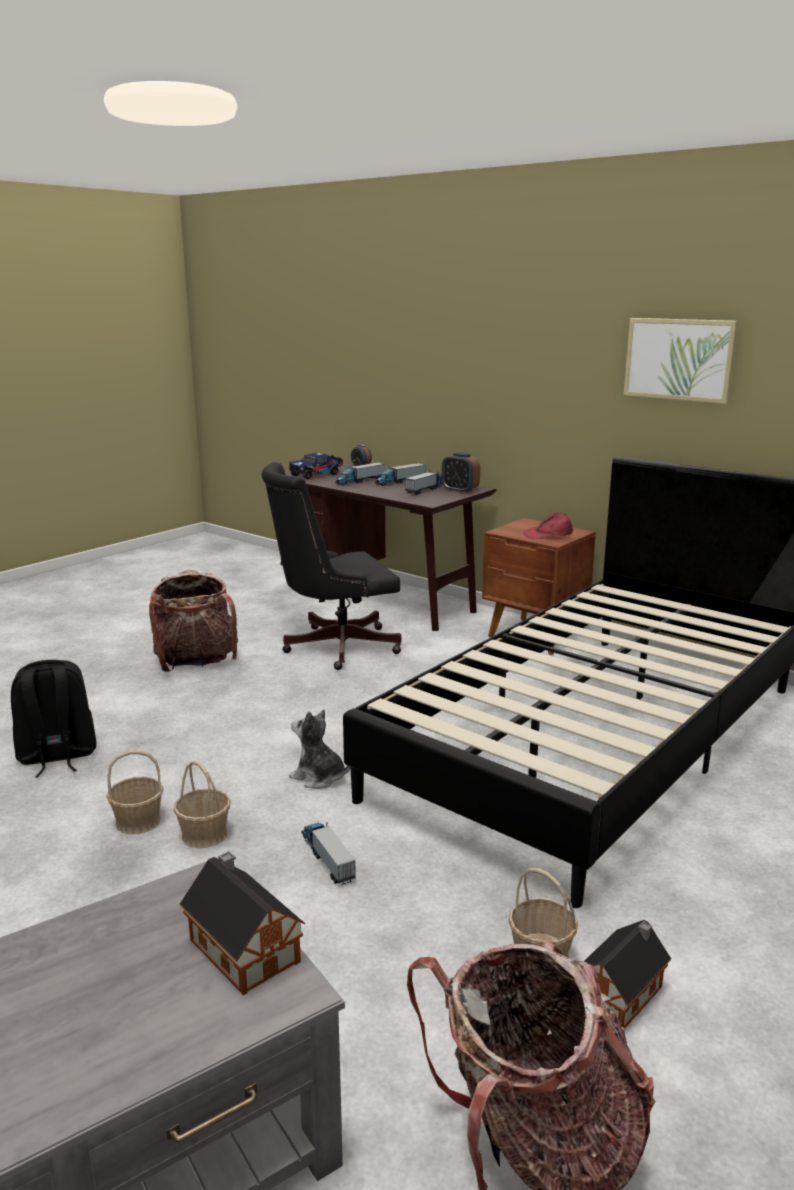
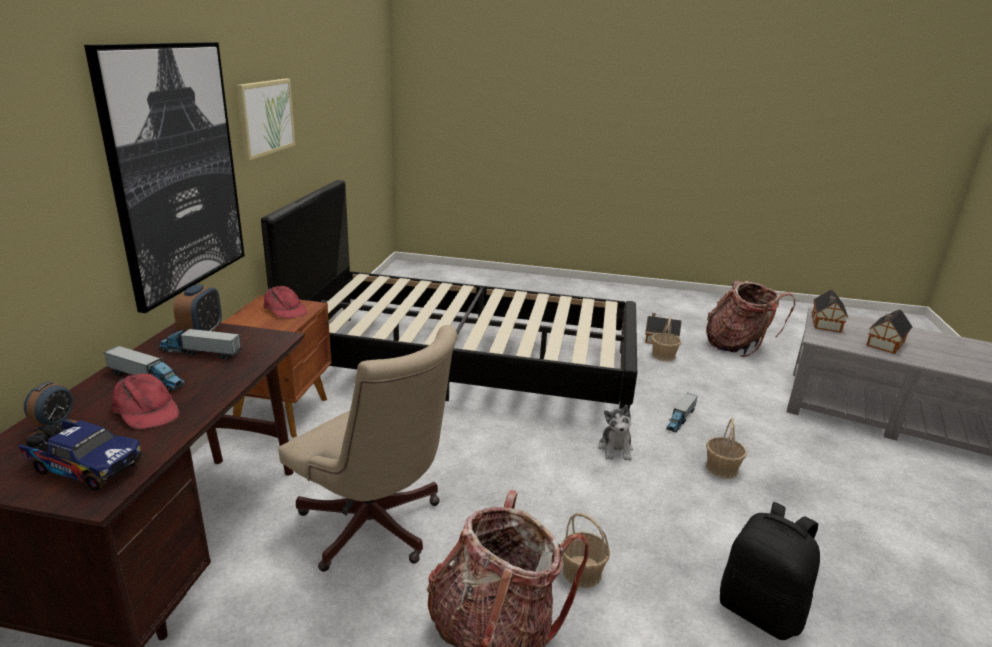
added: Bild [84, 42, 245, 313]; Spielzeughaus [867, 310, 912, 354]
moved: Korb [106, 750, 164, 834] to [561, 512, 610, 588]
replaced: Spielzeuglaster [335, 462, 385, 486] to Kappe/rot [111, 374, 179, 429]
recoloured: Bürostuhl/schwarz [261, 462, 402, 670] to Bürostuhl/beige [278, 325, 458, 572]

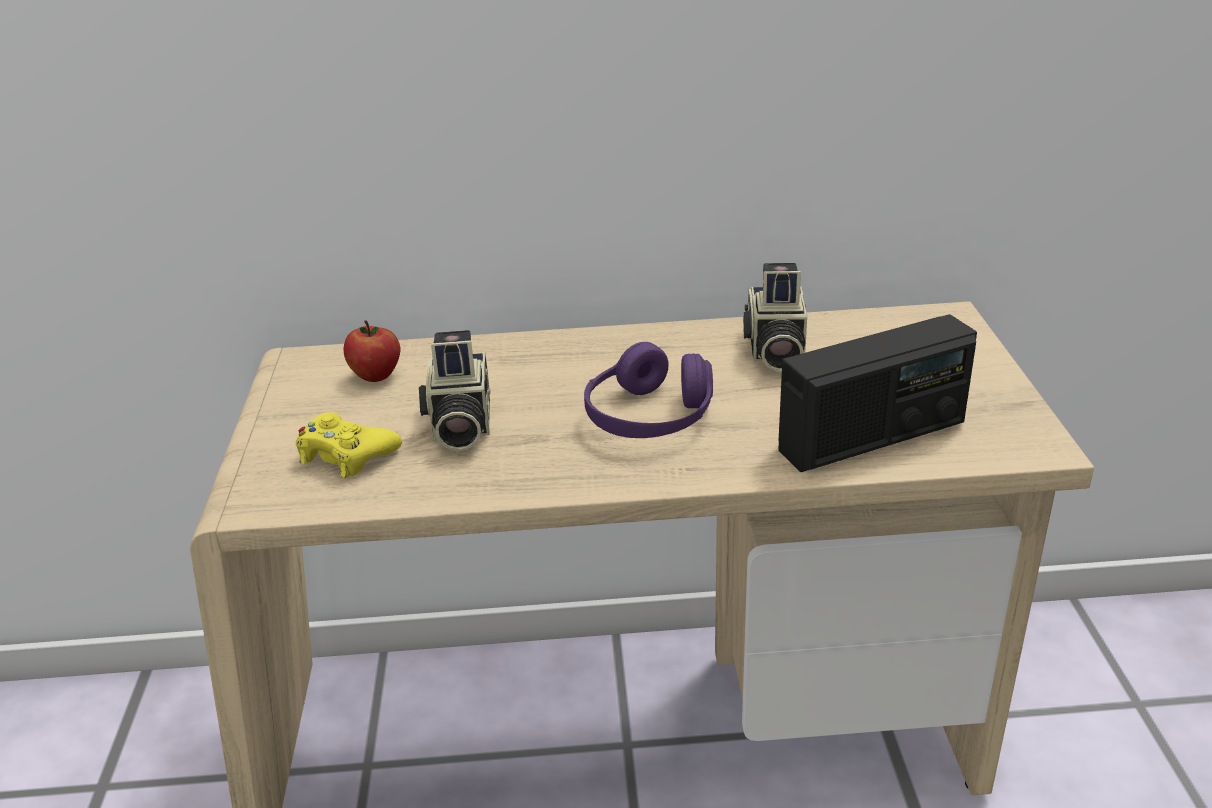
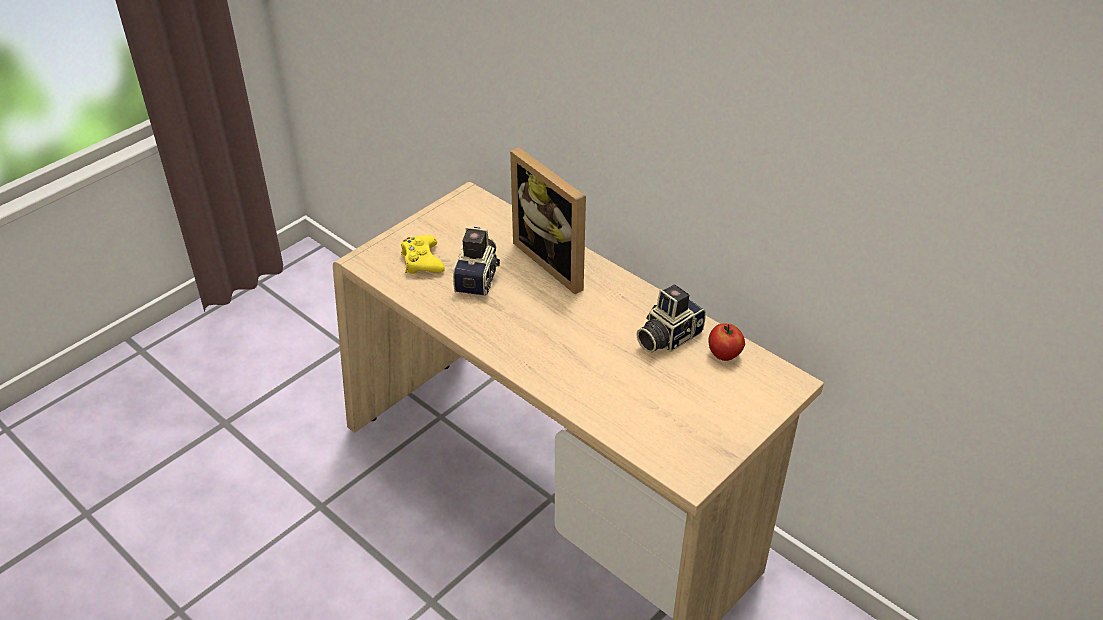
removed: Radio [778, 315, 977, 472]; Kopfhörer/lila [584, 342, 713, 438]
added: Bilderrahmen [510, 148, 586, 294]
moved: Apfel [344, 321, 401, 382] to [708, 323, 745, 361]
turned: Kamera [419, 330, 491, 451] = [453, 227, 500, 296] 150 degrees clockwise

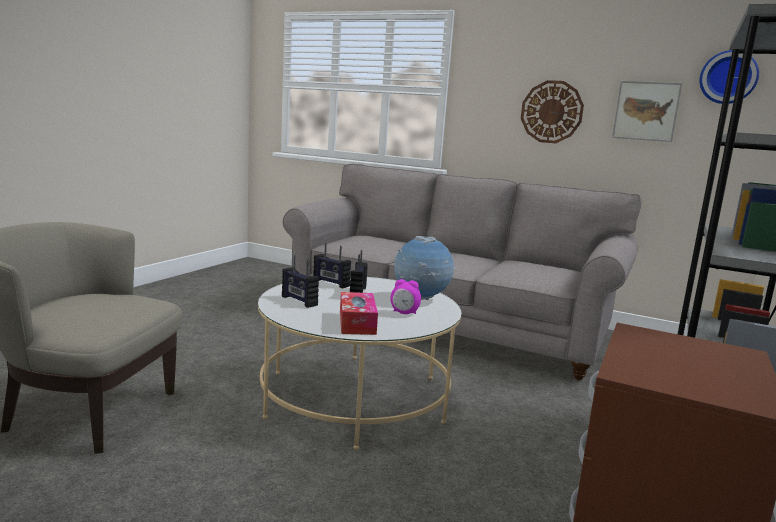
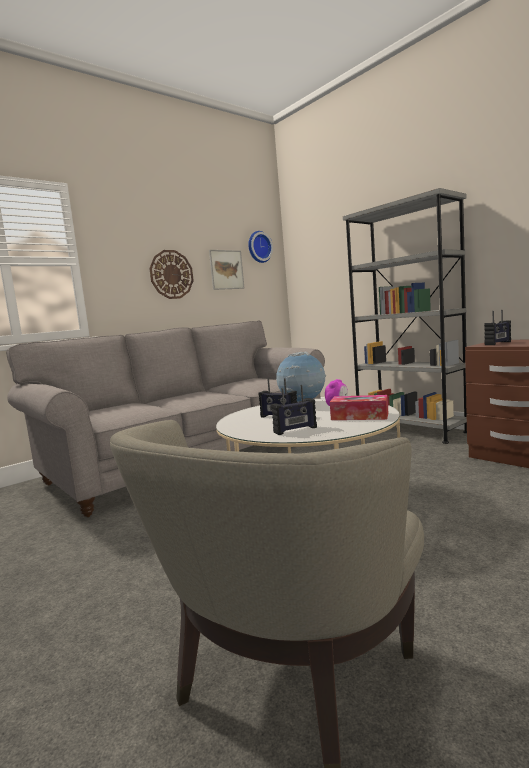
moved: Radio [313, 243, 351, 288] to [484, 310, 511, 345]

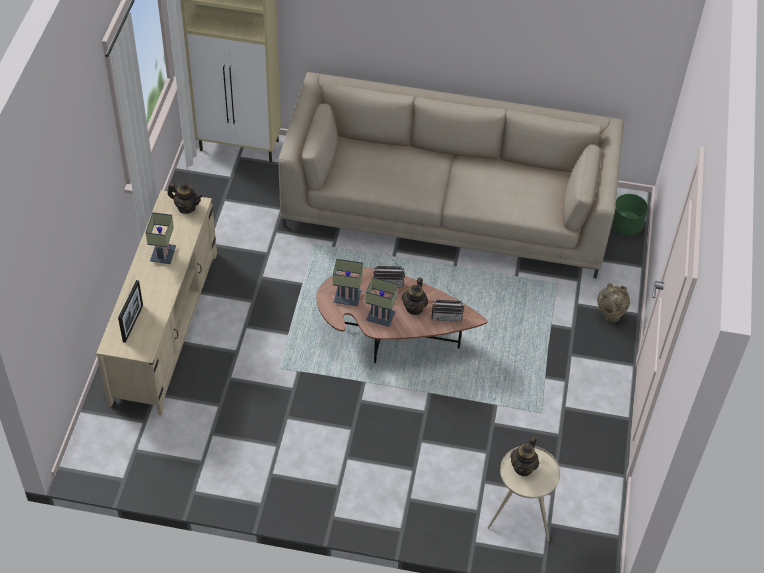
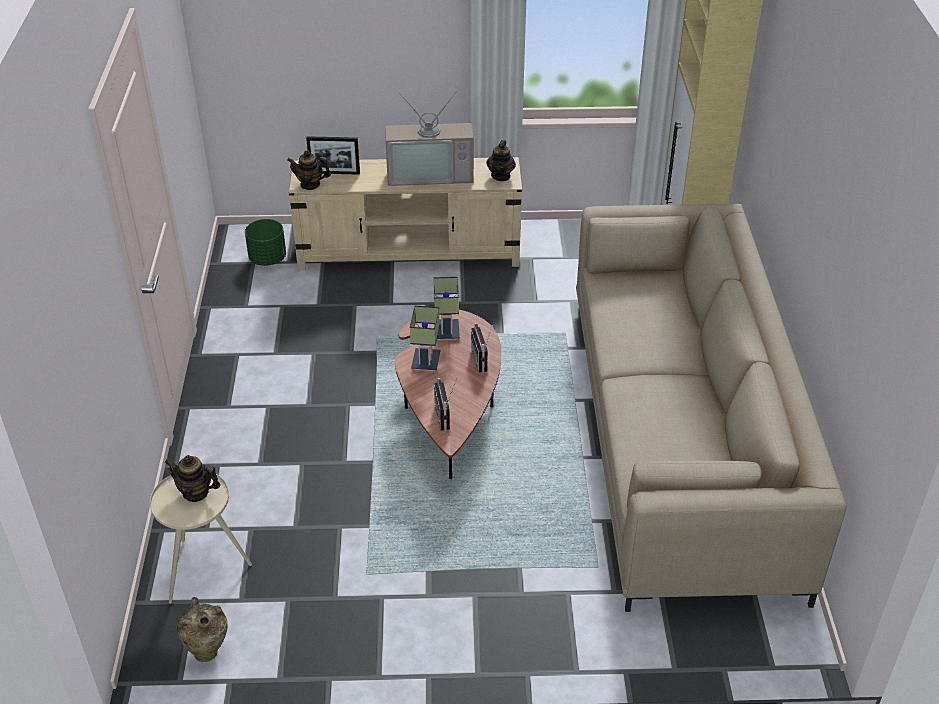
moved: Pflanzkübel/grün [612, 194, 648, 236] to [245, 219, 286, 266]; Teekanne [402, 277, 428, 315] to [287, 150, 331, 190]; Vase/beige [597, 283, 630, 322] to [177, 597, 228, 662]
replaced: Tischlampe [145, 212, 176, 264] to Fernseher [385, 91, 474, 186]

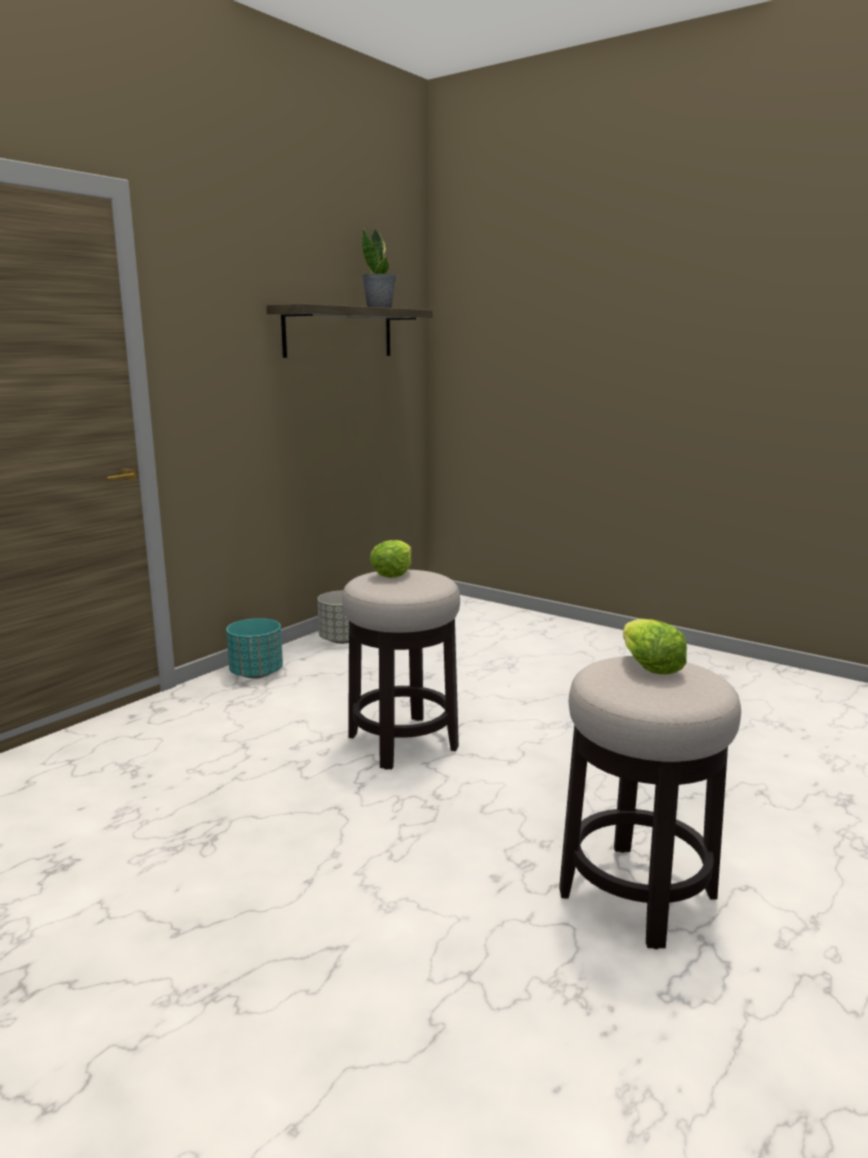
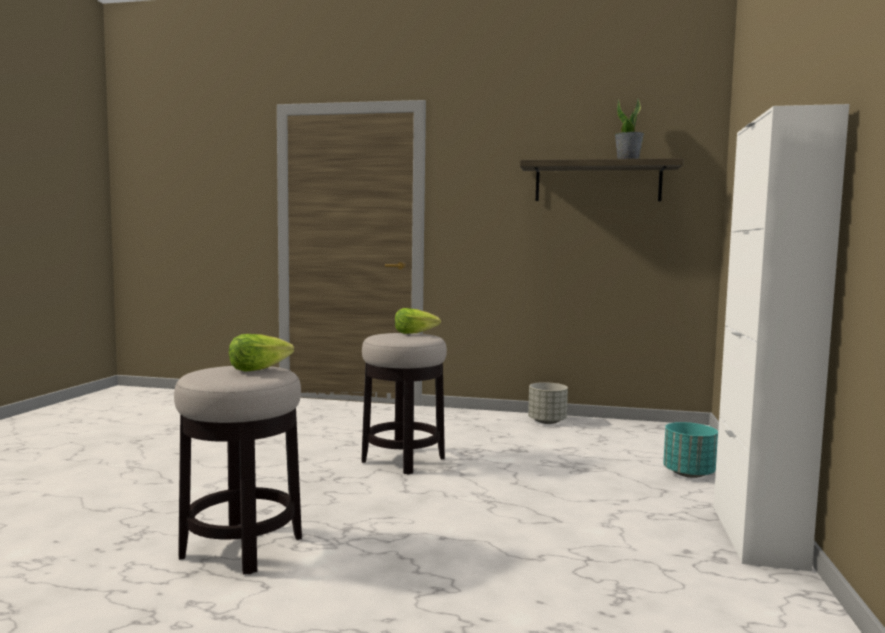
added: Schrank/weiß [713, 104, 849, 571]
moved: Pflanzkübel/türkis [226, 618, 283, 678] to [663, 422, 718, 478]

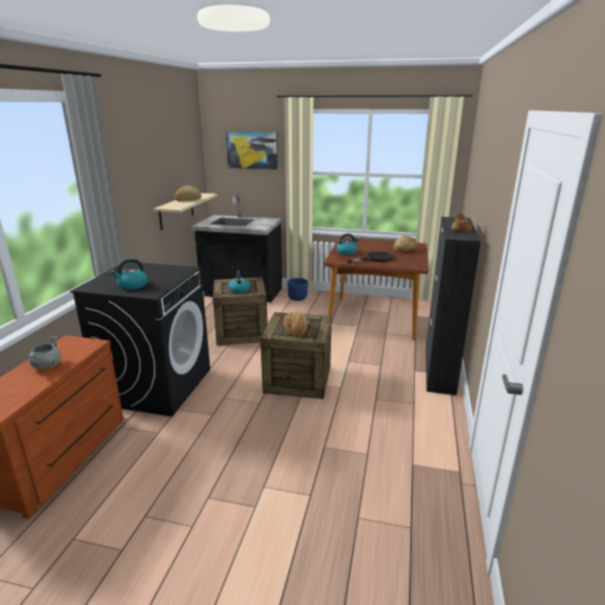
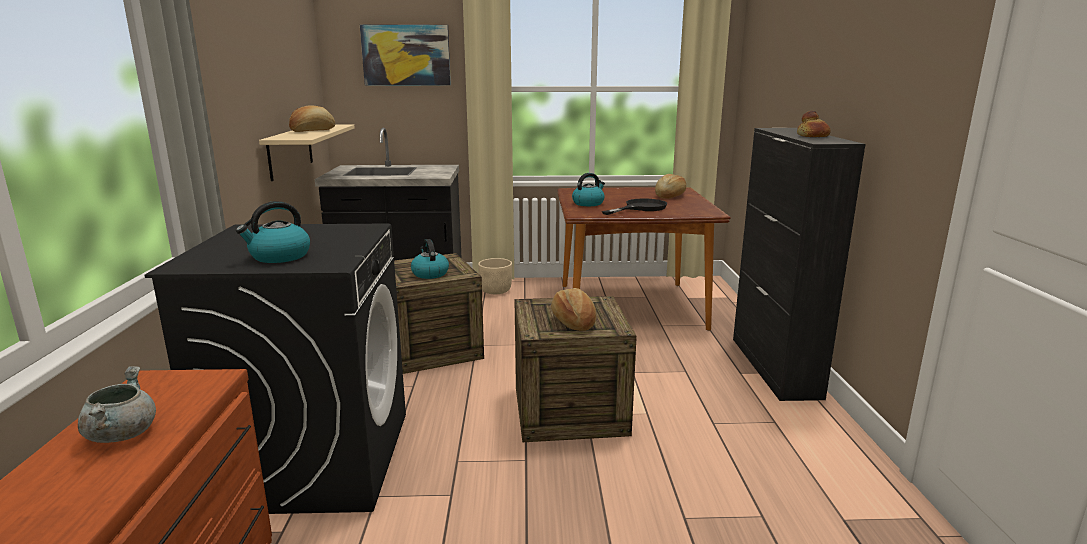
recoloured: Pflanzkübel/blau [287, 278, 308, 301] to Pflanzkübel/beige [478, 258, 512, 294]

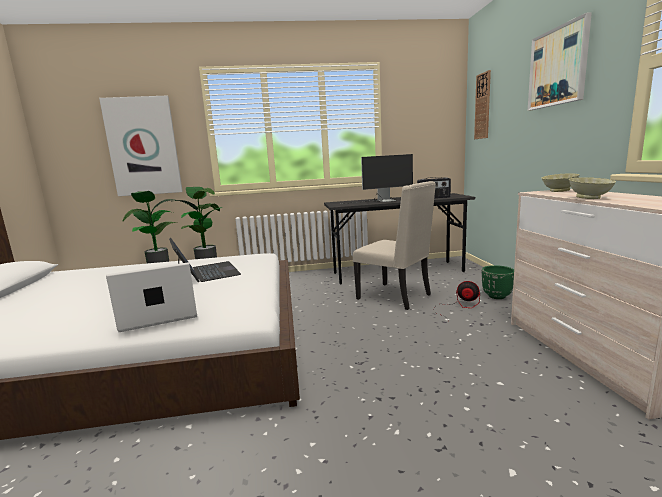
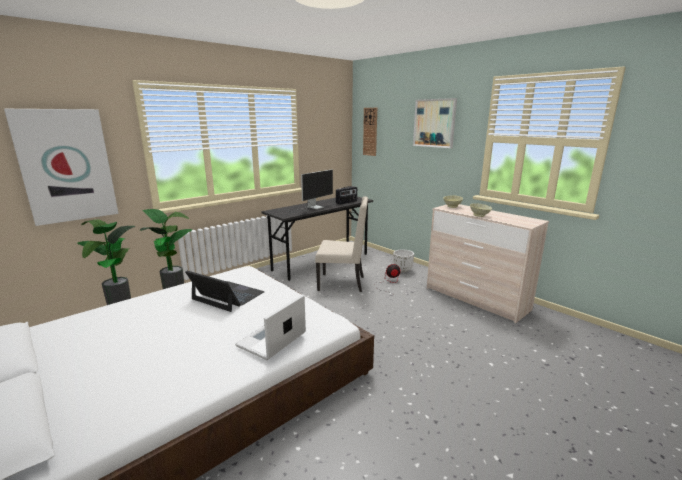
recoloured: Pflanzkübel/grün [482, 265, 514, 299] to Pflanzkübel/weiß [393, 249, 414, 273]

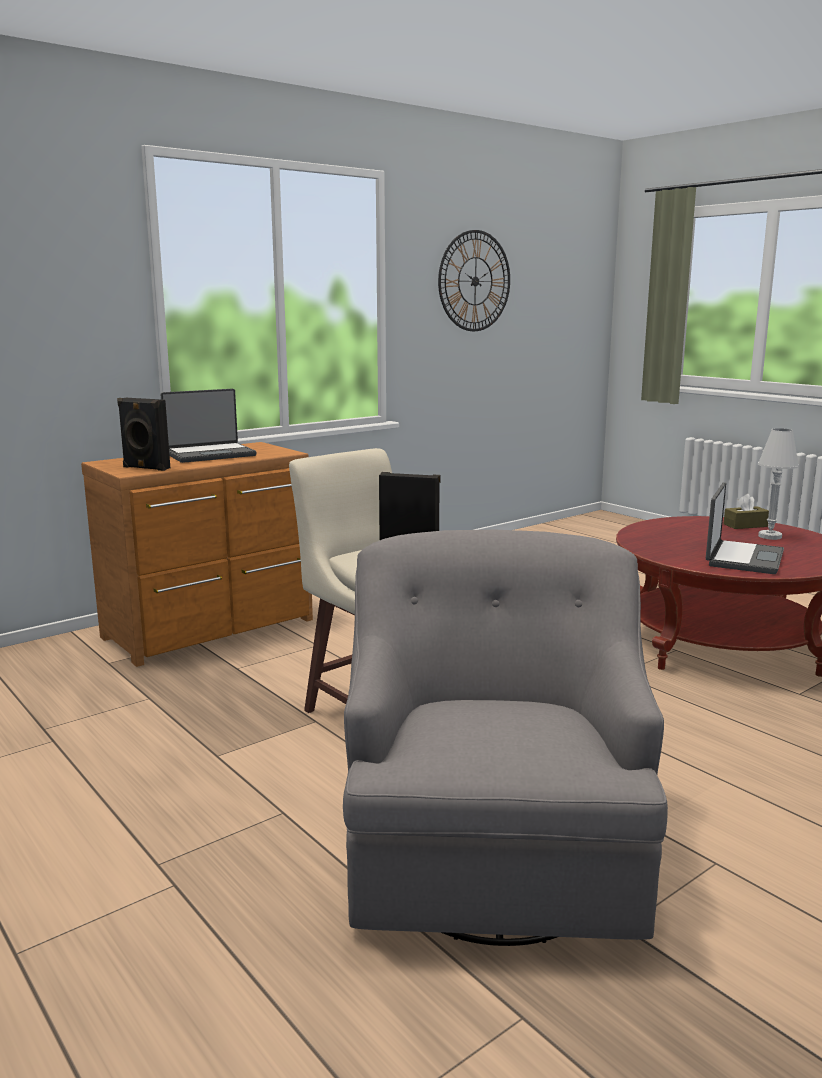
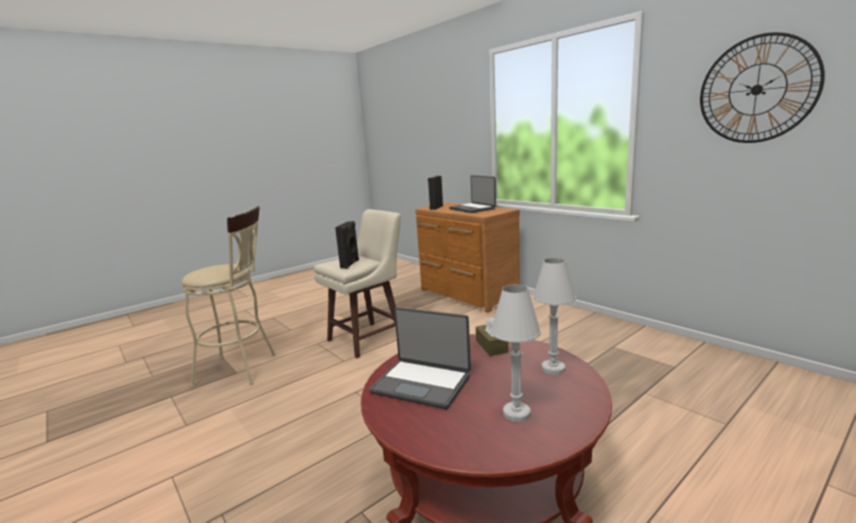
added: Tischlampe/weiß [533, 258, 576, 375]
moved: Taschentuchbox/braun [723, 494, 769, 529] to [476, 317, 508, 356]
replaced: Sessel/grau [343, 530, 668, 946] to Hocker/beige [182, 206, 276, 387]

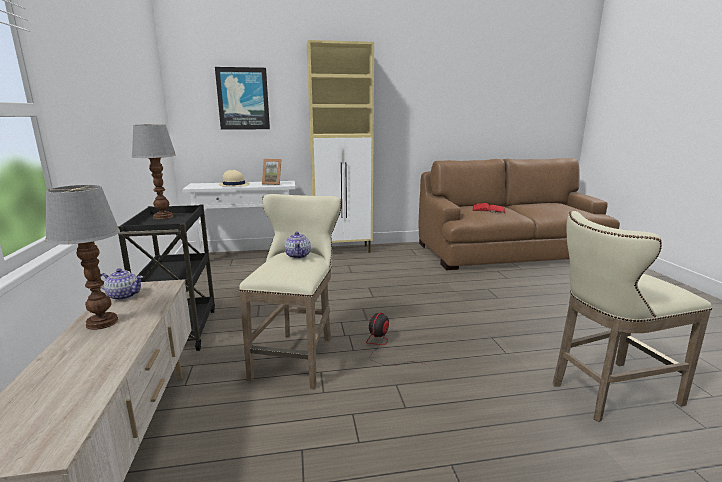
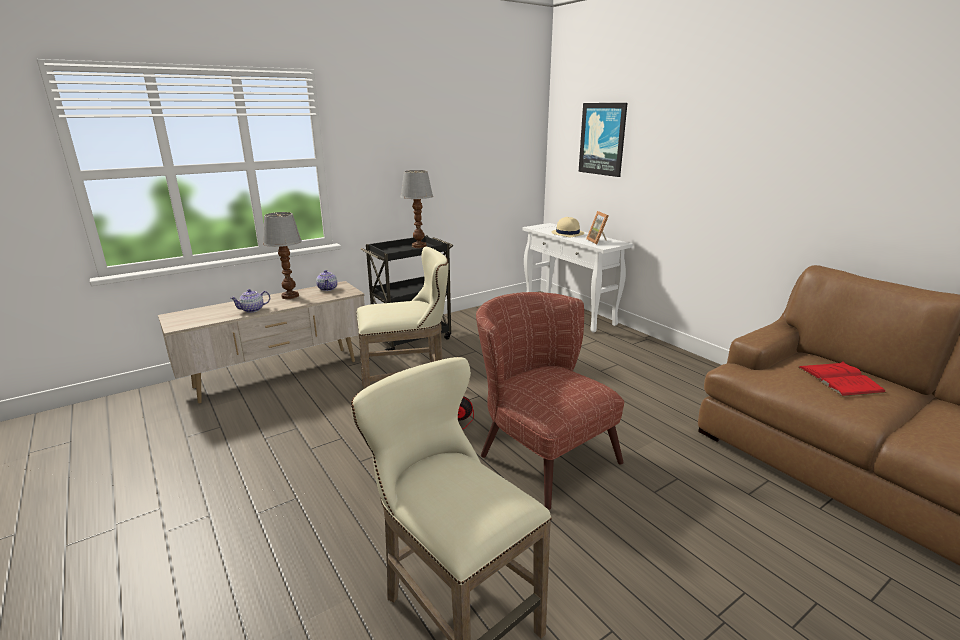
removed: Schrank/beige [307, 40, 374, 253]
added: Sessel/braun [476, 292, 624, 510]
moved: Teekanne [284, 232, 311, 259] to [230, 289, 270, 313]

